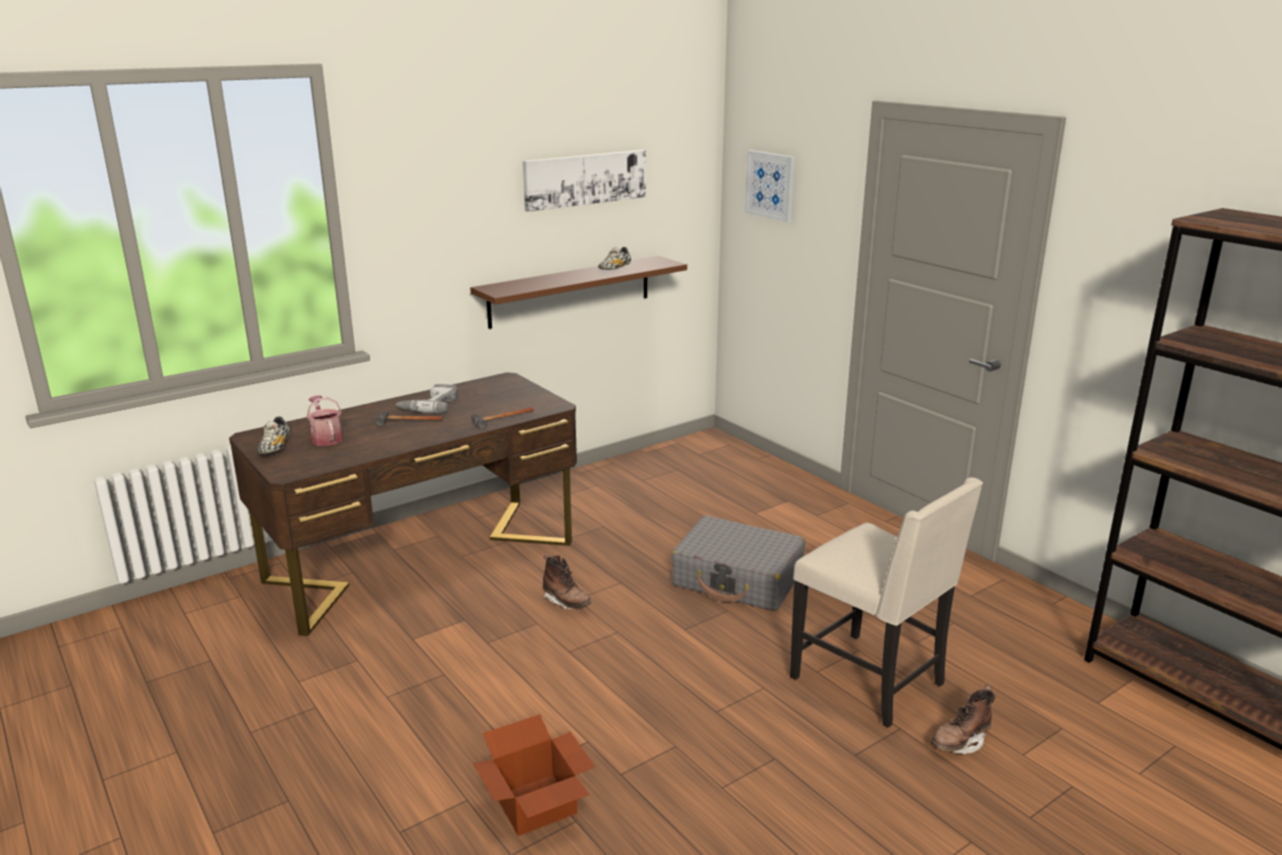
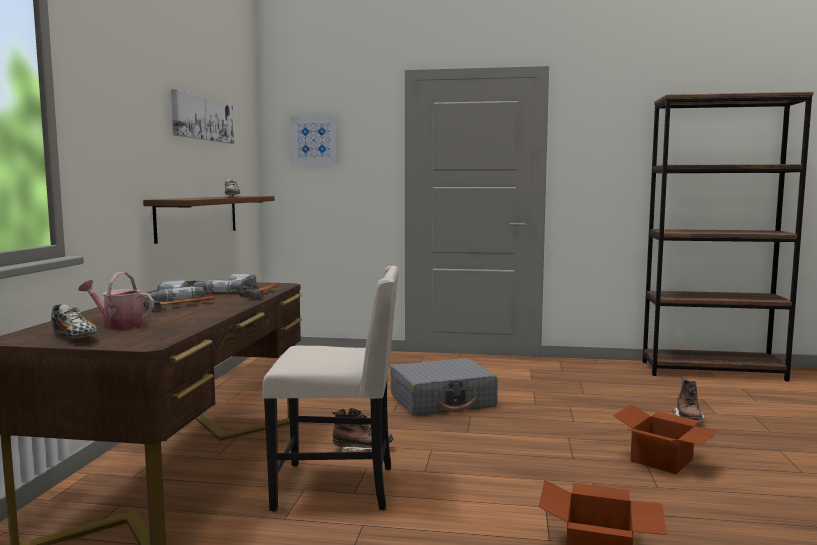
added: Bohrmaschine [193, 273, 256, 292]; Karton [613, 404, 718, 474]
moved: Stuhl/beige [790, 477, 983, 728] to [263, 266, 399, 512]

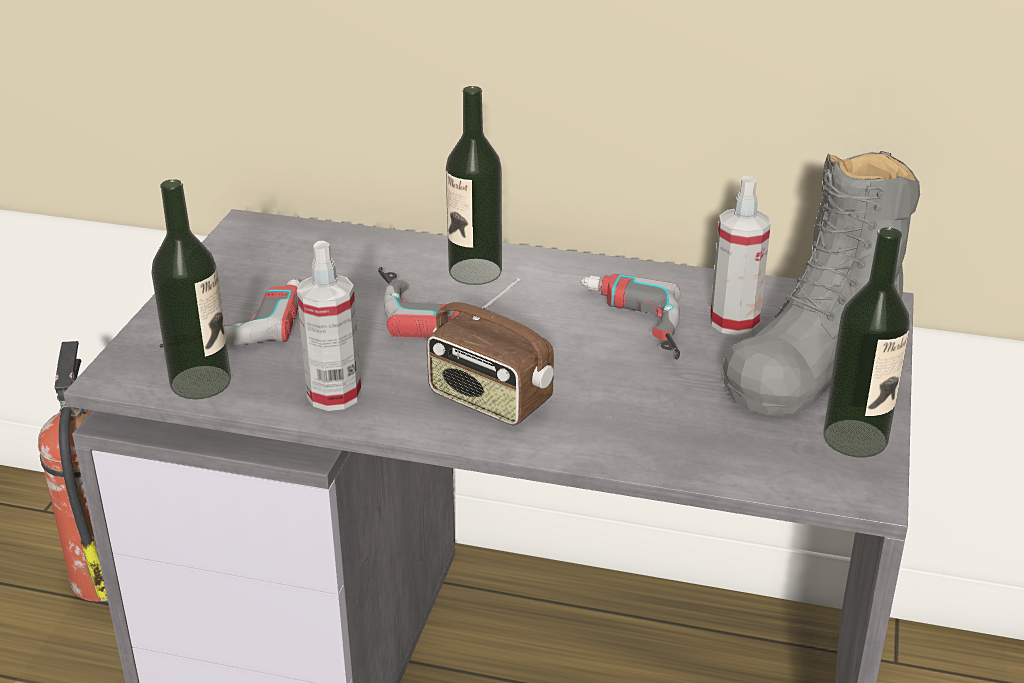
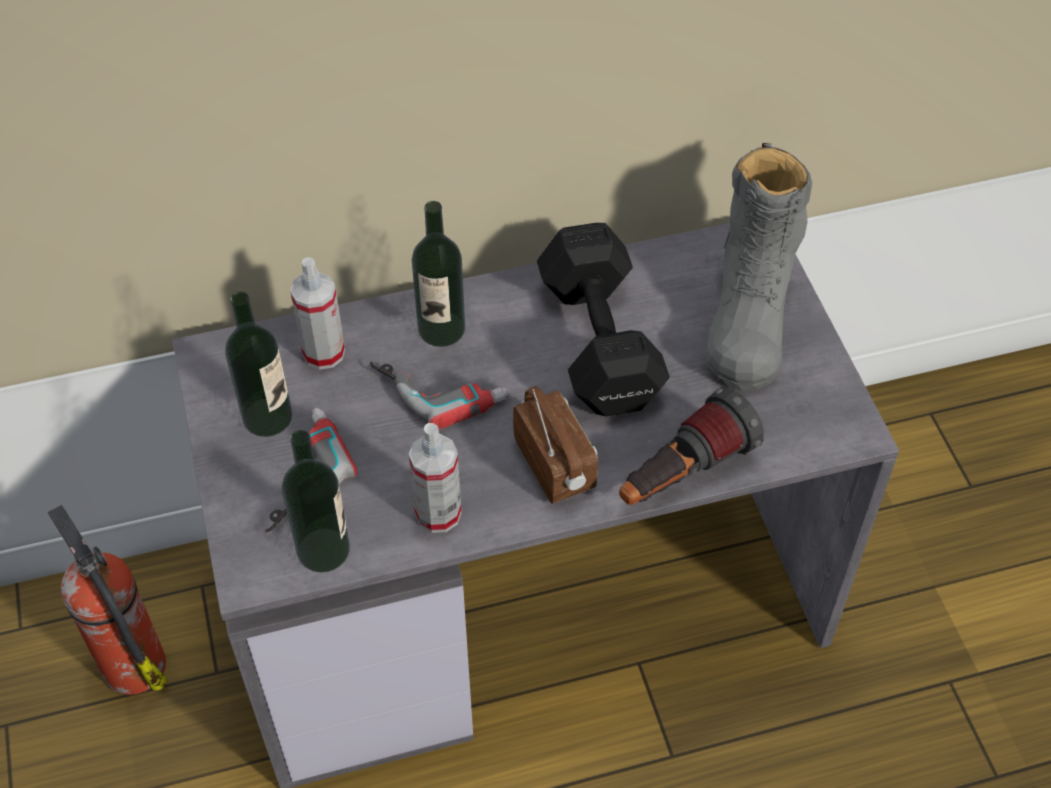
added: Taschenlampe [619, 387, 764, 505]
moved: Sprühflasche [710, 176, 771, 336] to [290, 257, 345, 370]; Flasche [823, 227, 910, 457] to [225, 292, 292, 437]
replaced: Bohrmaschine [581, 273, 680, 360] to Hantel/schwarz [537, 223, 670, 416]
turned: Radio [427, 278, 554, 426] = [513, 387, 598, 504] 120 degrees counterclockwise

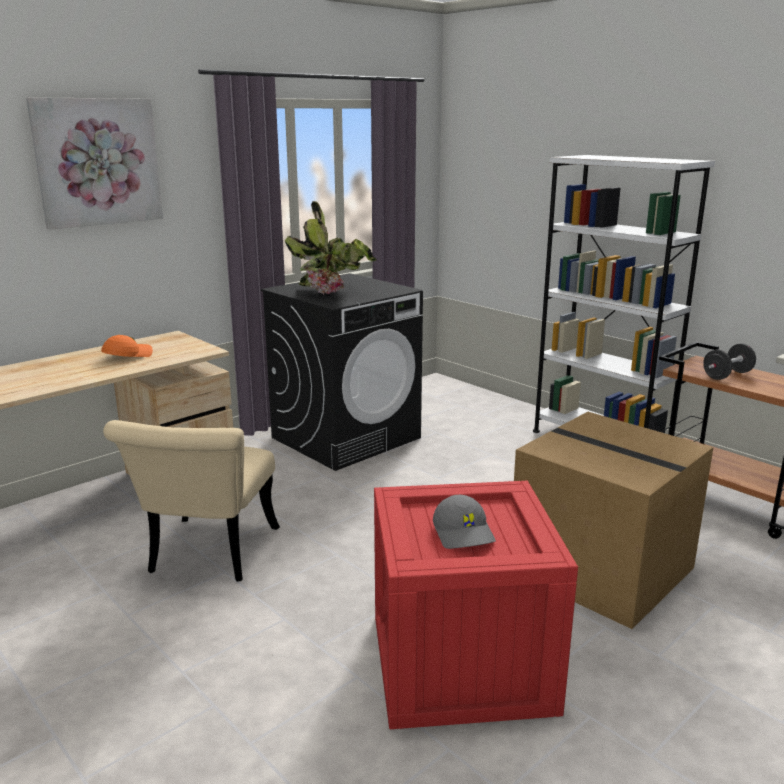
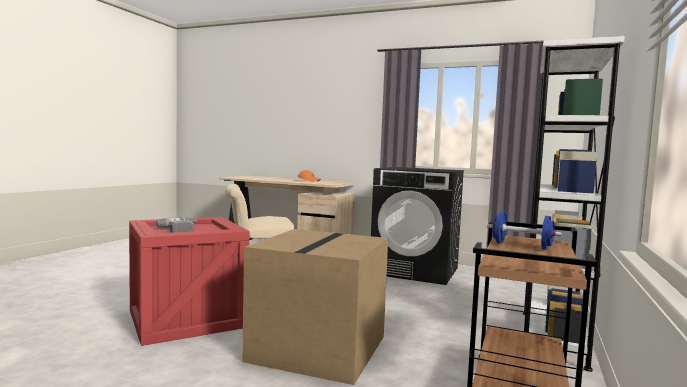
removed: Bild [26, 97, 163, 230]; Topfpflanze [285, 201, 376, 295]
replaced: Kappe/grau [433, 495, 496, 549] to Bohrmaschine [156, 217, 197, 233]
recoloured: Hantel/schwarz [703, 343, 756, 380] to Hantel/blau [487, 211, 562, 250]

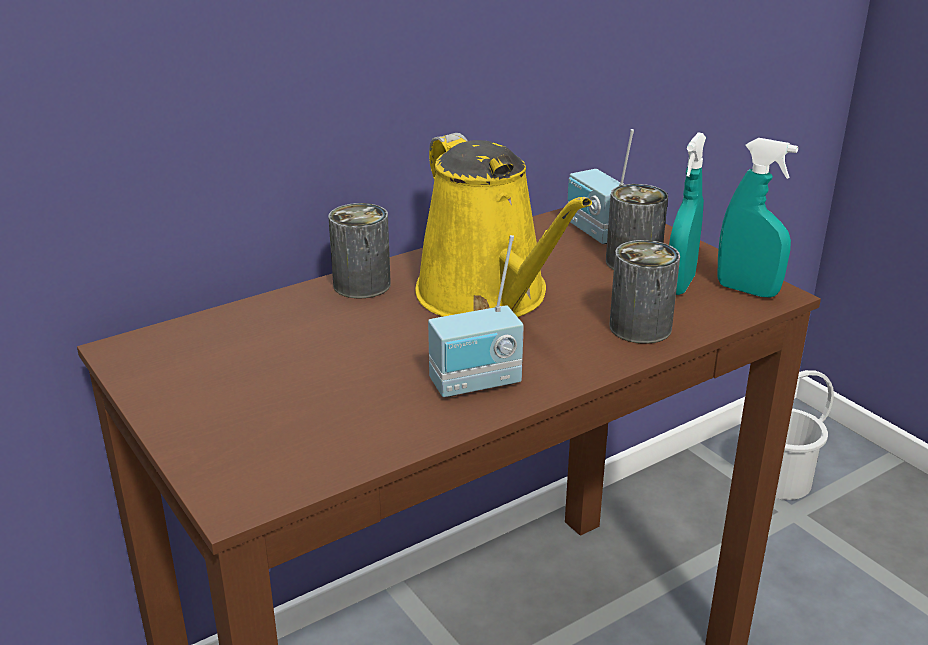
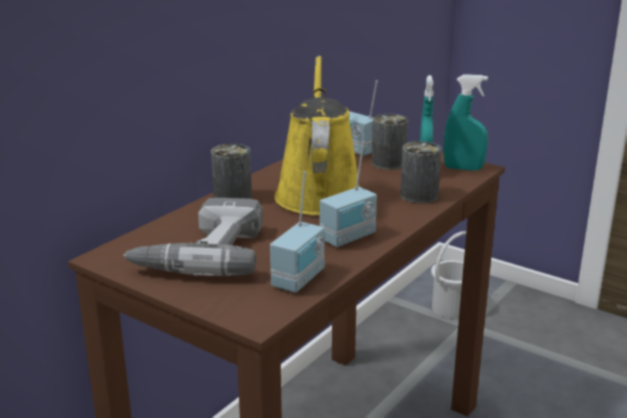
added: Radio [270, 171, 325, 293]; Bohrmaschine [123, 198, 263, 276]
turned: Gießkanne/gelb [415, 133, 592, 317] = [275, 56, 359, 215] 135 degrees counterclockwise

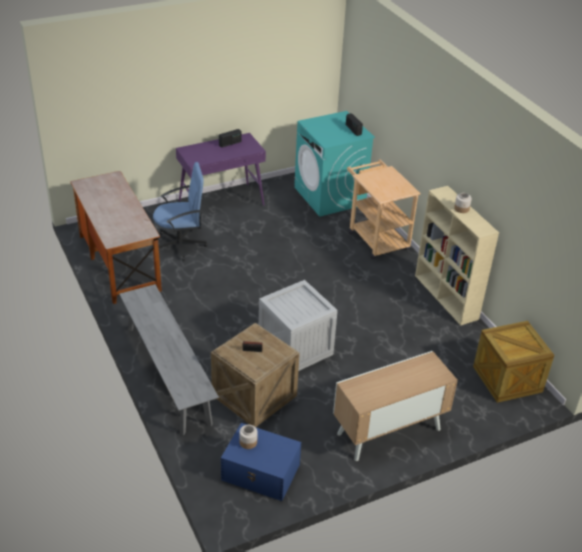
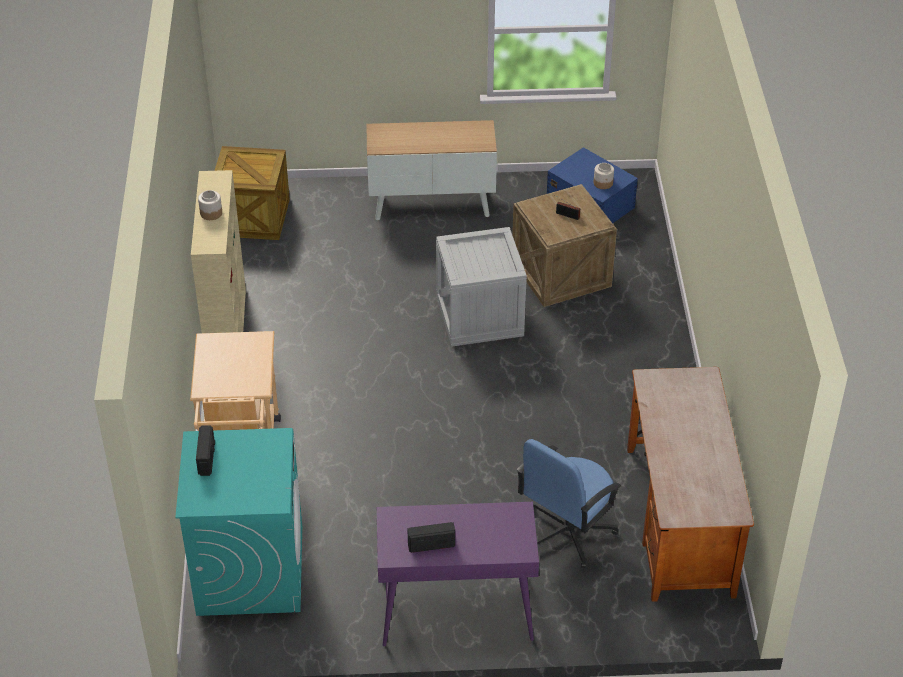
removed: Bank/grau [119, 284, 219, 435]
turned: Bürostuhl/blau [153, 162, 208, 261] = [516, 439, 621, 568] 60 degrees counterclockwise

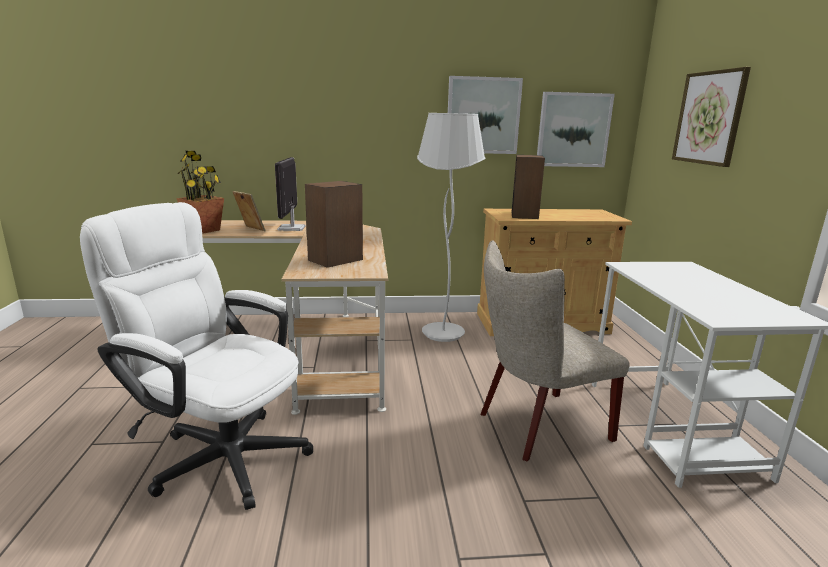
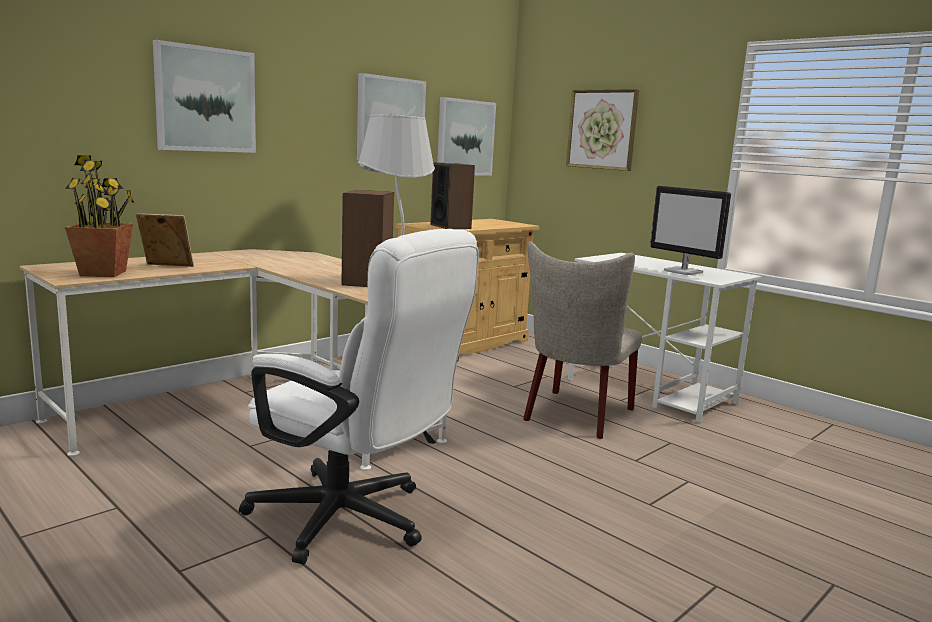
added: Bild [153, 40, 256, 153]
moved: Monitor [275, 157, 306, 231] to [650, 186, 731, 275]
turned: Bürostuhl/weiß [80, 202, 313, 510] = [239, 229, 479, 565] 135 degrees counterclockwise

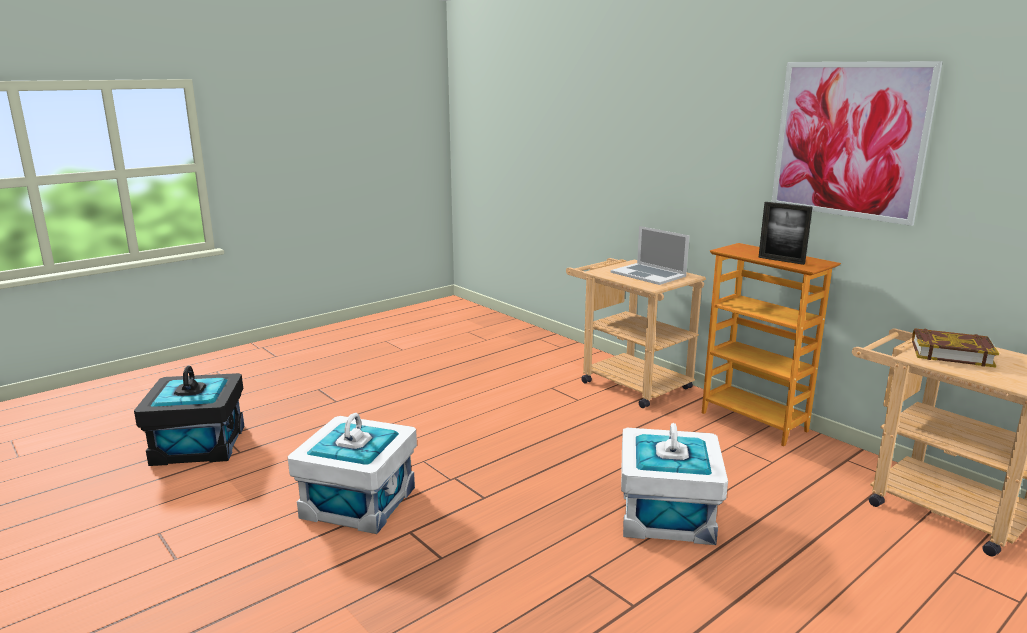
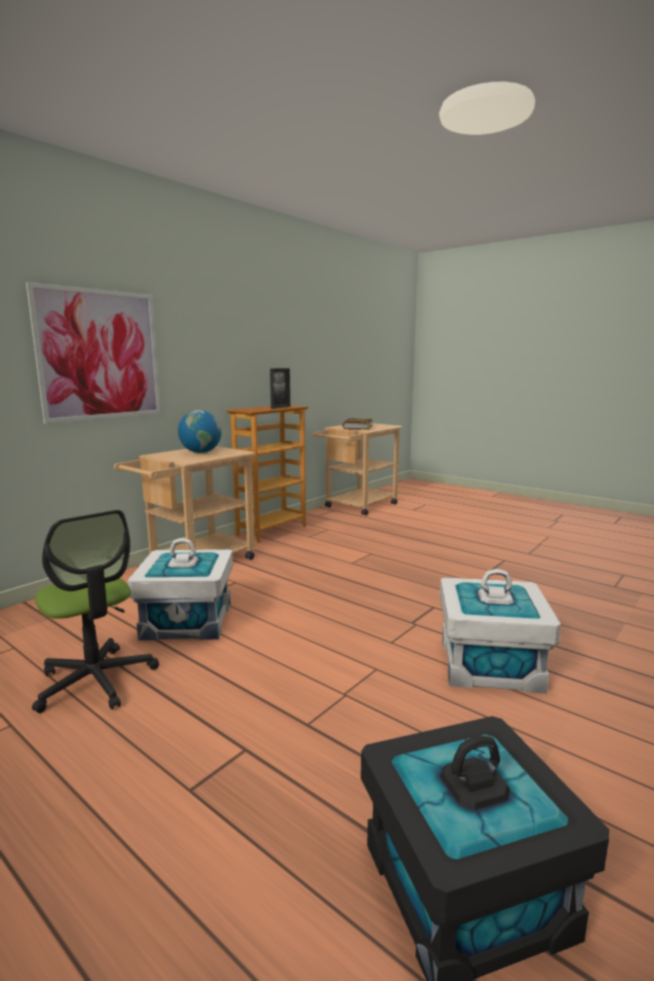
added: Bürostuhl [32, 510, 159, 713]
moved: Bild [772, 61, 943, 226] to [26, 282, 161, 424]; Aufbewahrungsbox/weiß [621, 423, 728, 545] to [128, 538, 233, 640]
replaced: Laptop [611, 226, 689, 285] to Globus [178, 410, 222, 453]

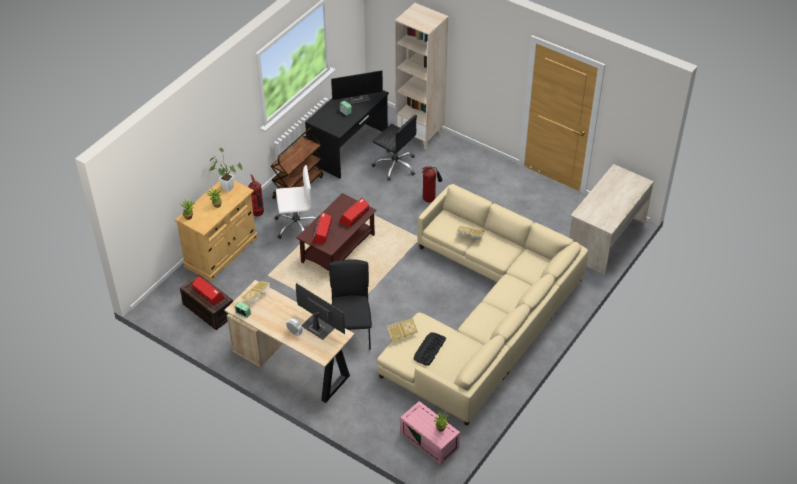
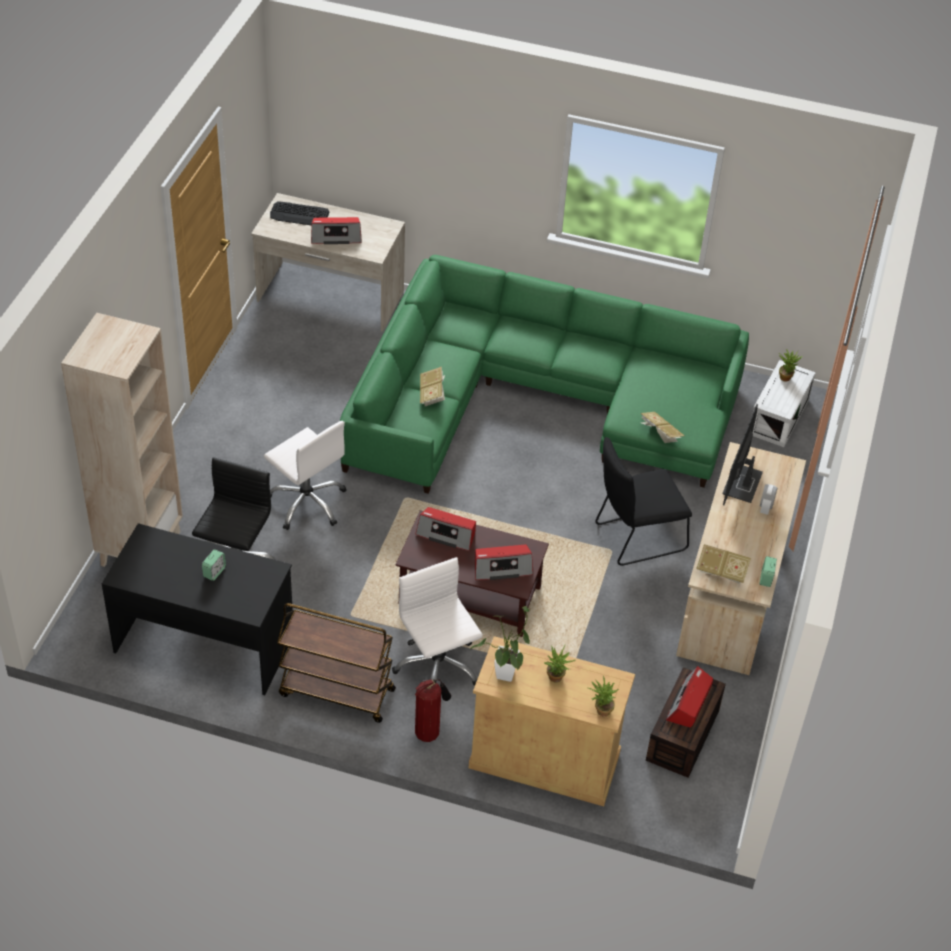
removed: Monitor [331, 70, 383, 104]
added: Radio [311, 217, 362, 244]
moved: Tastatur [414, 332, 446, 366] to [270, 201, 330, 226]
replaced: Feuerlöscher [422, 166, 442, 202] to Bürostuhl/weiß [264, 421, 347, 530]
recoloured: Sofa/beige [377, 184, 588, 426] to Sofa/grün [340, 255, 749, 494]; Aufbewahrungsbox/rosa [400, 401, 460, 465] to Aufbewahrungsbox/weiß [752, 360, 816, 447]

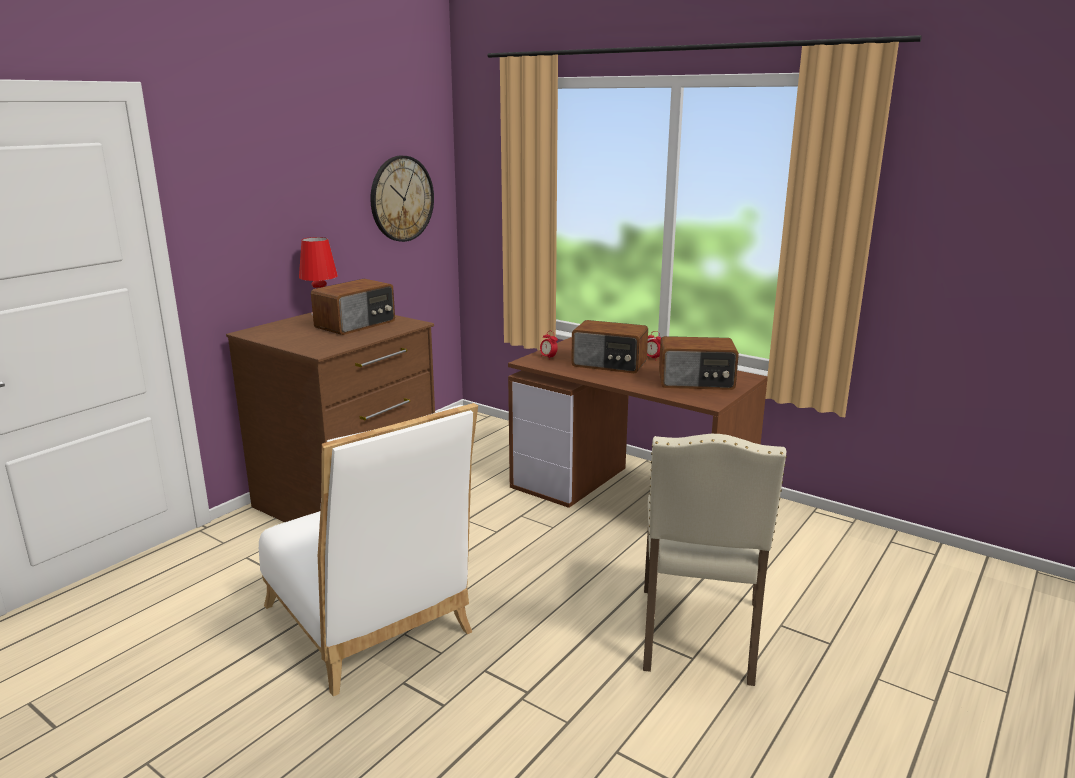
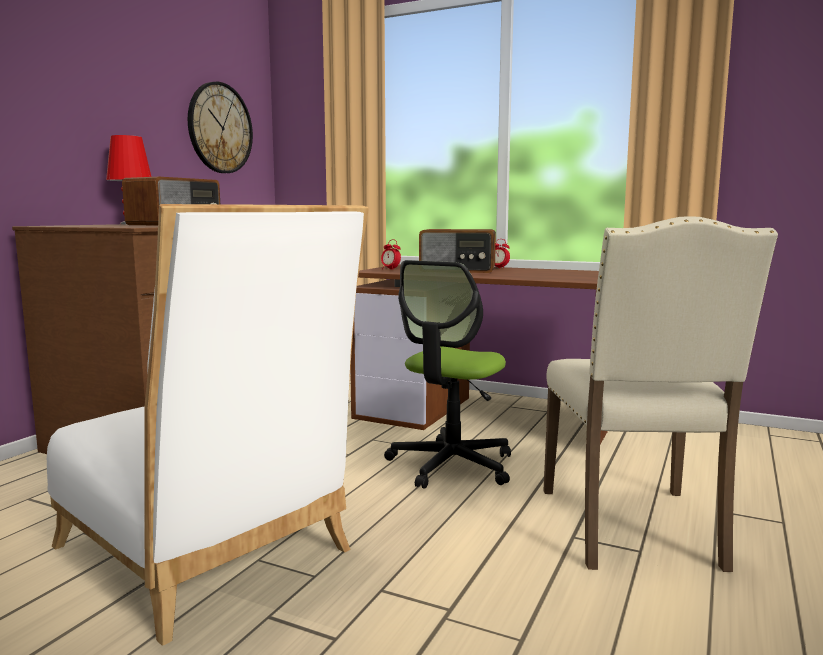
removed: Radio [659, 336, 739, 390]
added: Bürostuhl [384, 260, 511, 489]

